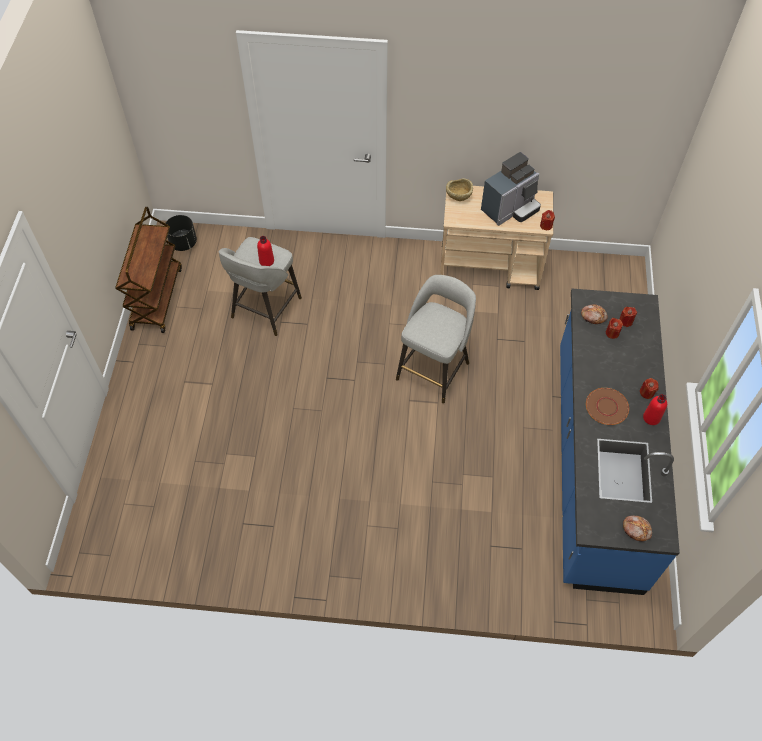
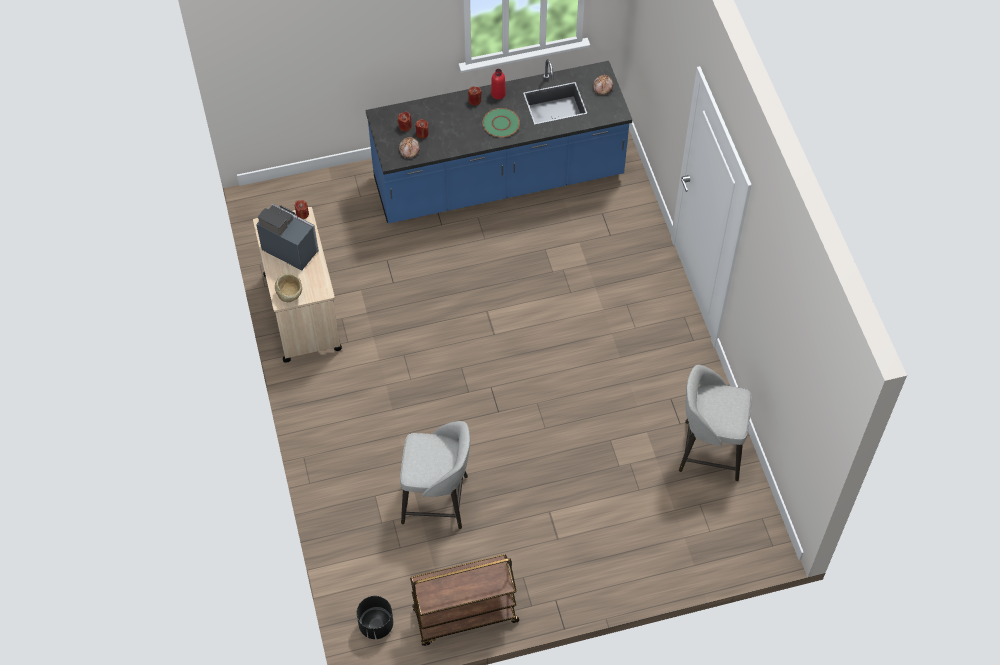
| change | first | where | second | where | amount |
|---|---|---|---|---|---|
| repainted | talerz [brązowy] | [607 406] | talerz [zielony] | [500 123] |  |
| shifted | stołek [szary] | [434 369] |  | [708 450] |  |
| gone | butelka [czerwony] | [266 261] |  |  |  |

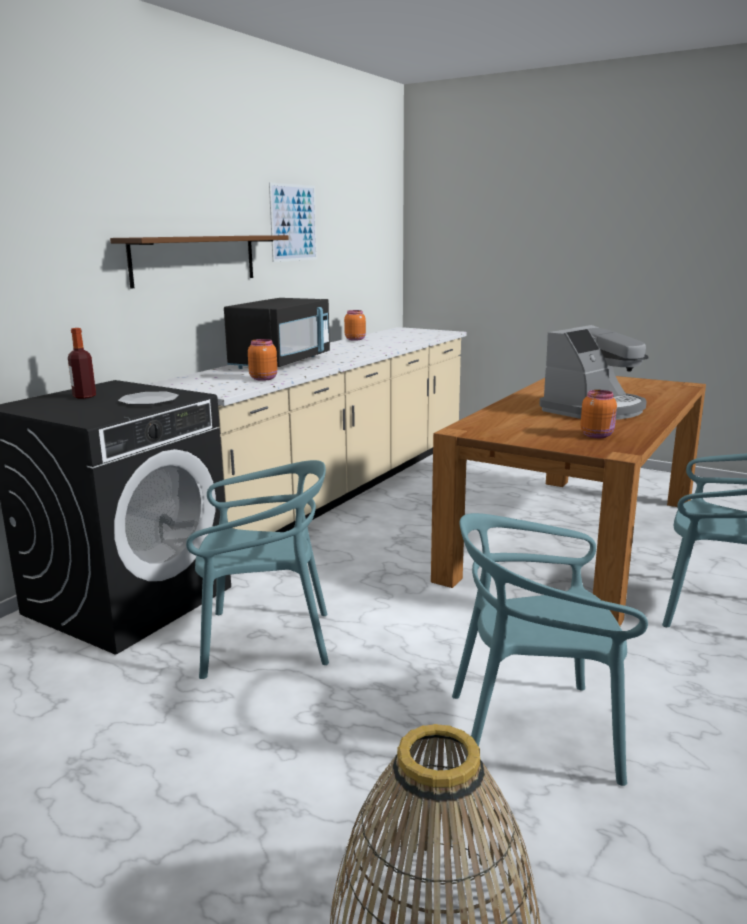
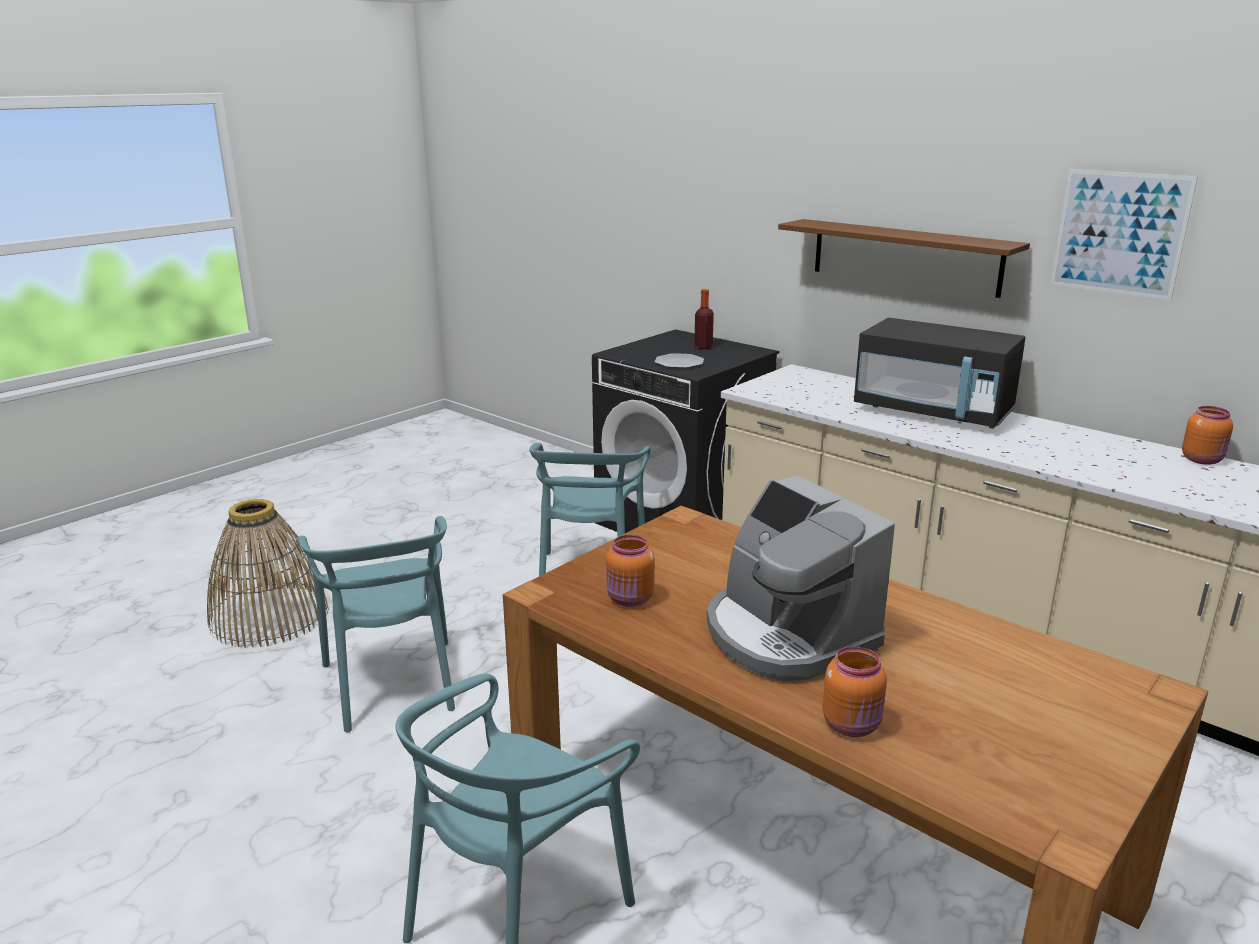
| change | first | where | second | where | amount |
|---|---|---|---|---|---|
| rotated | krzesło [turkusowy] | [533 732] |  | [392 684] | 150 degrees clockwise |
| shifted | słoik [pomarańczowy] | [263 378] |  | [853 725] |  |

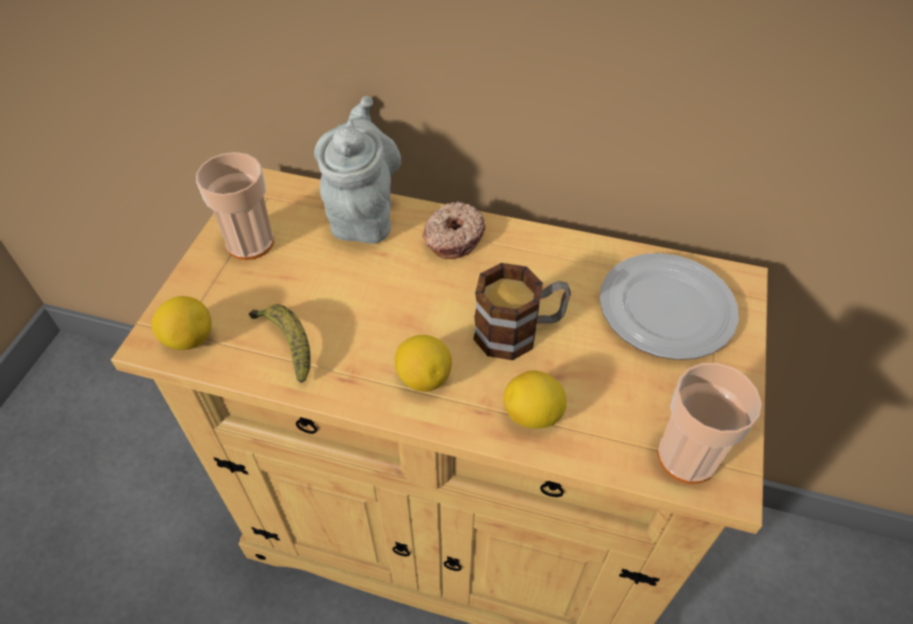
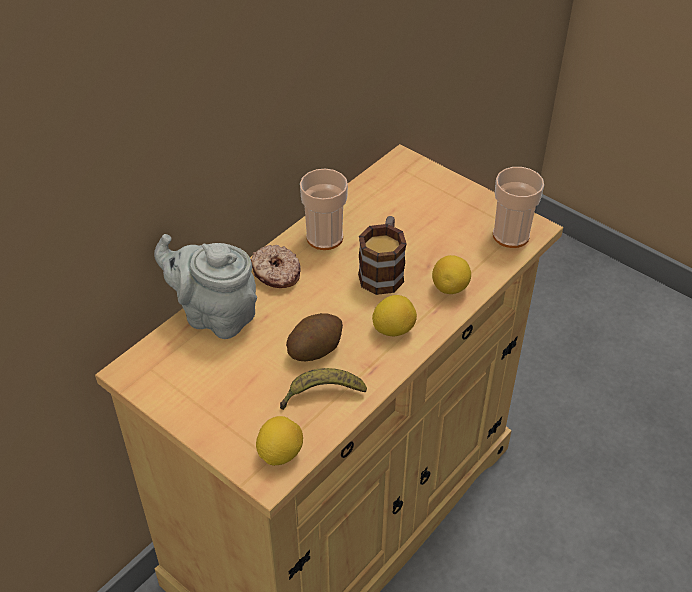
| change | first | where | second | where | amount |
|---|---|---|---|---|---|
| new |  |  | ziemniak | [315 348] |  |
| shifted | filiżanka | [250 242] |  | [324 237] |  |
| gone | talerz | [665 311] |  |  |  |

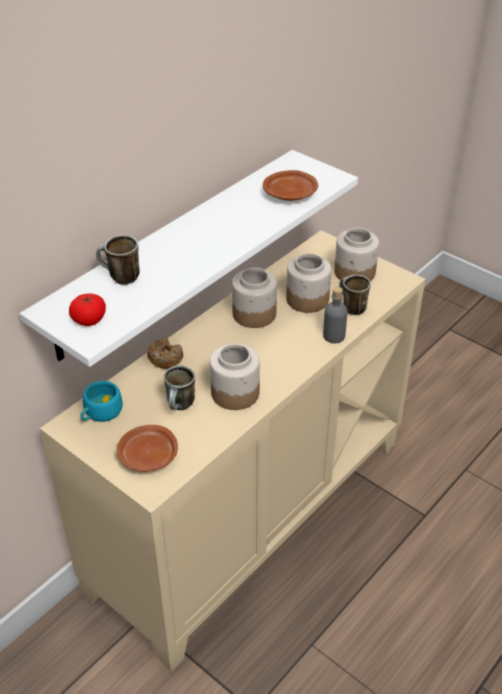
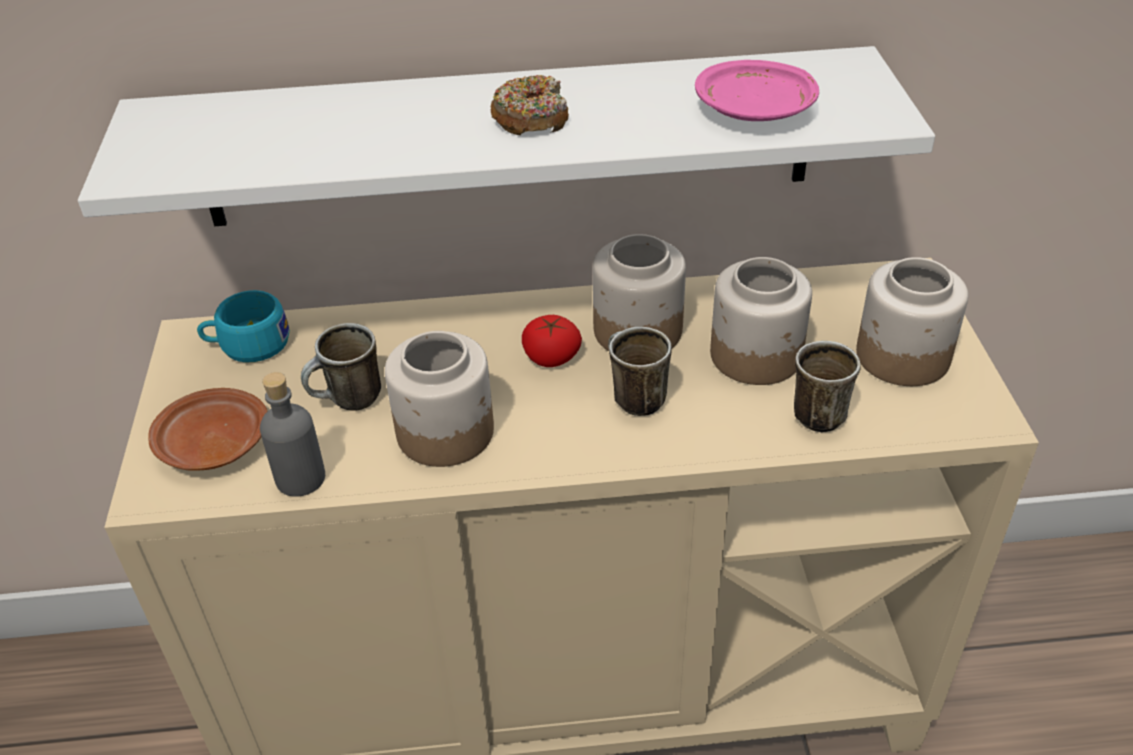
| change | first | where | second | where | amount |
|---|---|---|---|---|---|
| shifted | butelka [szary] | [334 336] |  | [300 478] |  |
| shifted | donut | [165 358] |  | [531 118] |  |
| shifted | pomidor | [89 319] |  | [551 356] |  |
| shifted | kubek | [119 278] |  | [632 397] |  |
| repainted | talerz [brązowy] | [290 194] | talerz [różowy] | [756 110] |  |

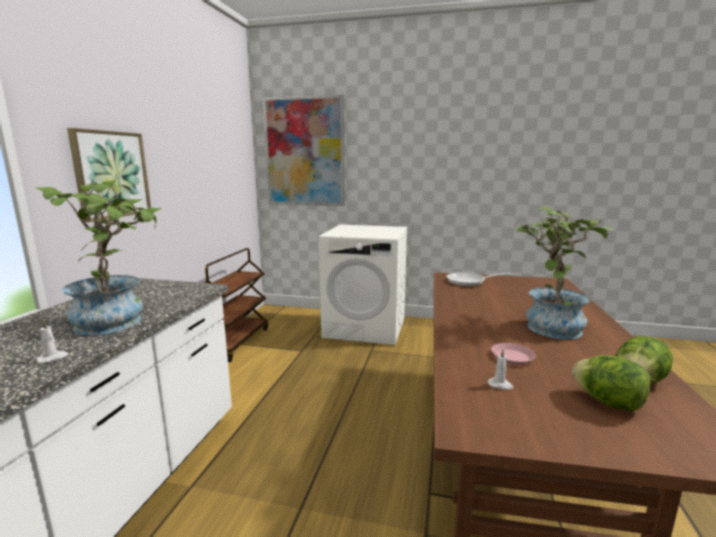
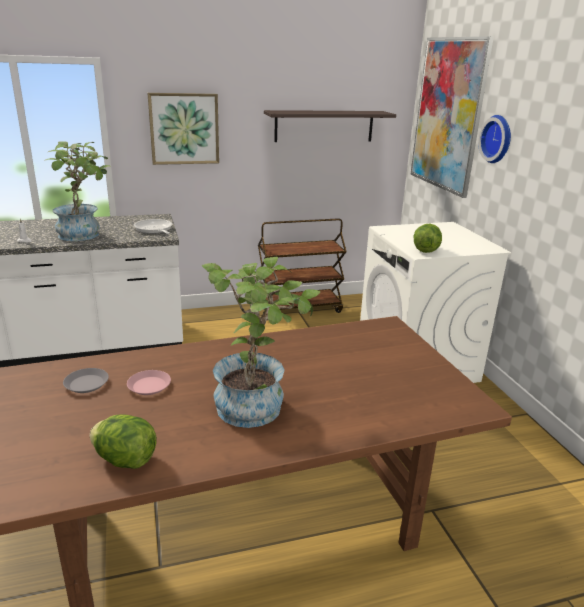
| change | first | where | second | where | amount |
|---|---|---|---|---|---|
| swapped | świeca [biały] | [500 385] | talerz [szary] | [86 384] |  |
| shifted | patelnia | [469 282] |  | [154 230] |  |
| new |  |  | półka | [324 126] |  |
| shifted | sałata | [608 402] |  | [425 250] |  |
| new |  |  | zegar ścienny | [498 139] |  |

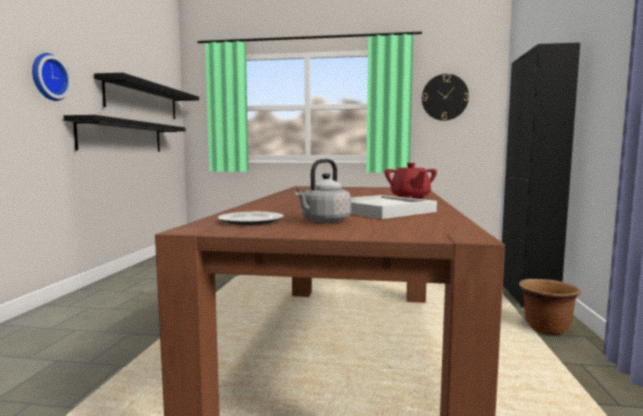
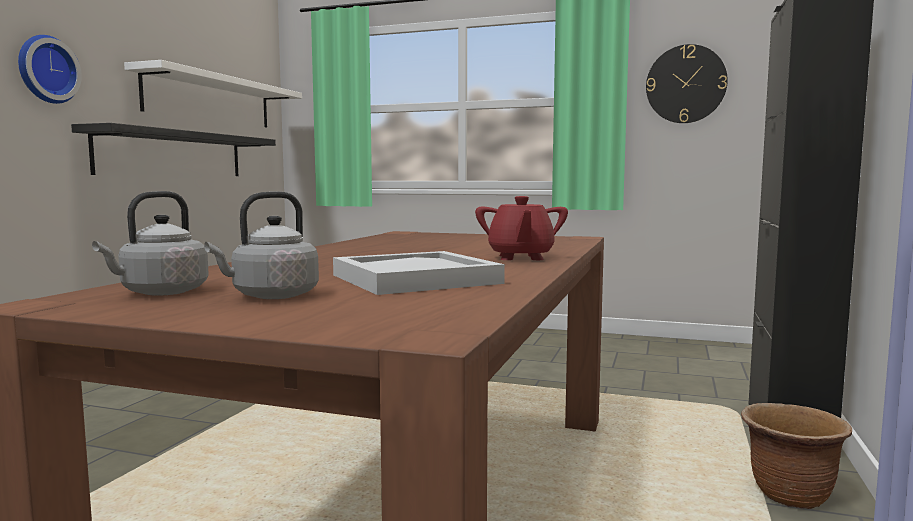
| change | first | where | second | where | amount |
|---|---|---|---|---|---|
| swapped | talerz | [251 221] | czajnik [szary] | [160 293] |  |
| repainted | półka [czarny] | [143 100] | półka [biały] | [210 100] |  |

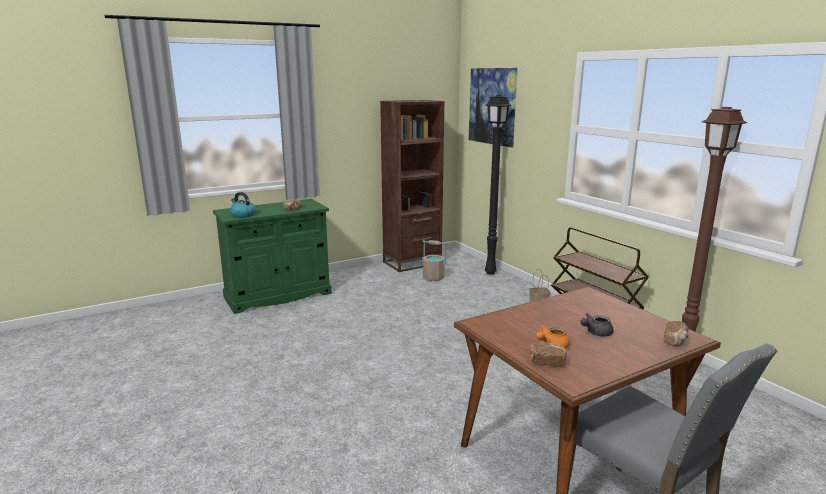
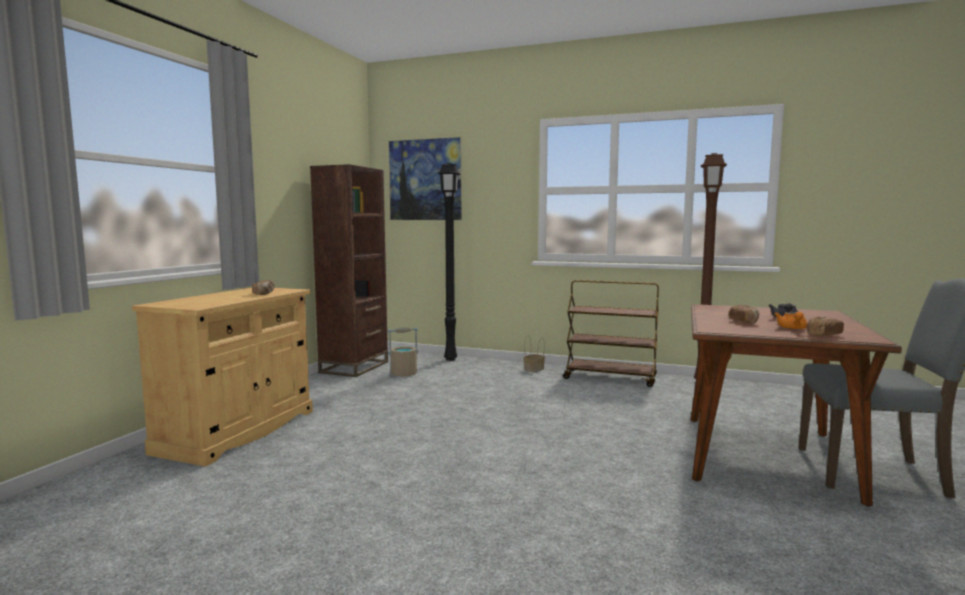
| change | first | where | second | where | amount |
|---|---|---|---|---|---|
| repainted | szafka [zielony] | [278 295] | szafka [beżowy] | [238 431] |  |
| shifted | chleb | [675 341] |  | [744 321] |  |
| gone | czajnik | [242 215] |  |  |  |

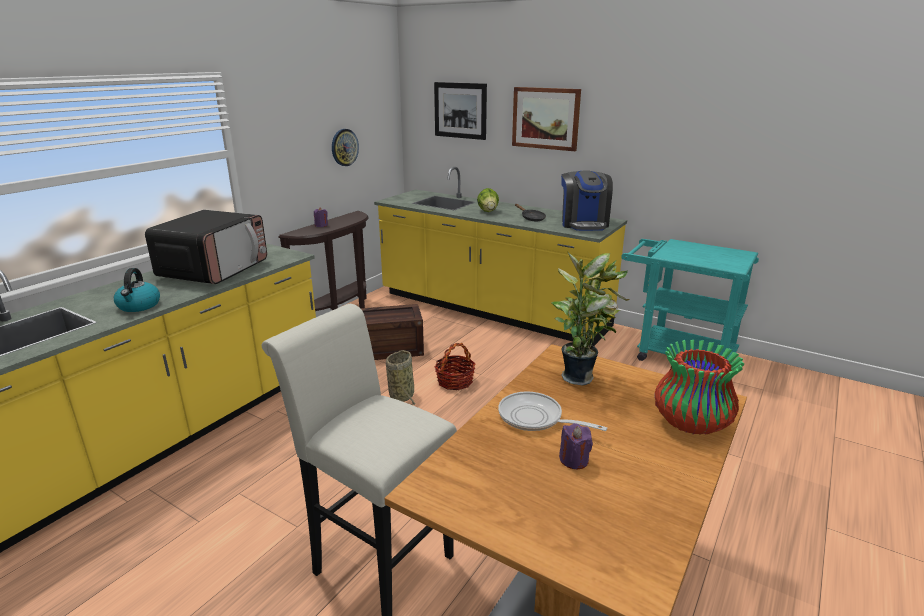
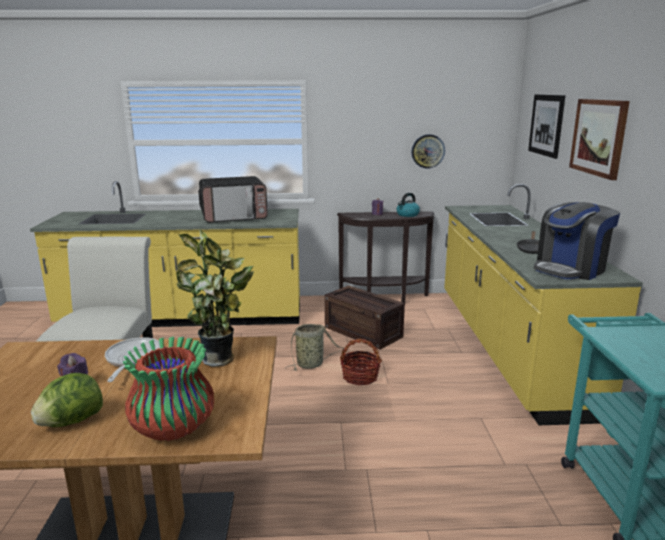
| change | first | where | second | where | amount |
|---|---|---|---|---|---|
| shifted | sałata | [488 211] |  | [72 422] |  |
| shifted | czajnik | [139 306] |  | [407 215] |  |

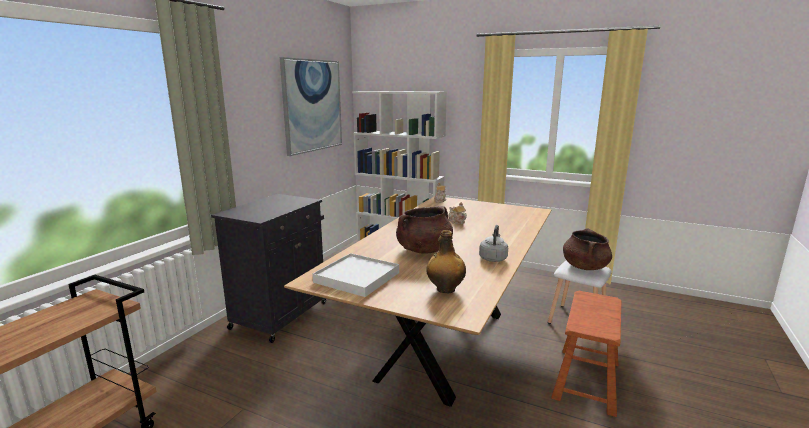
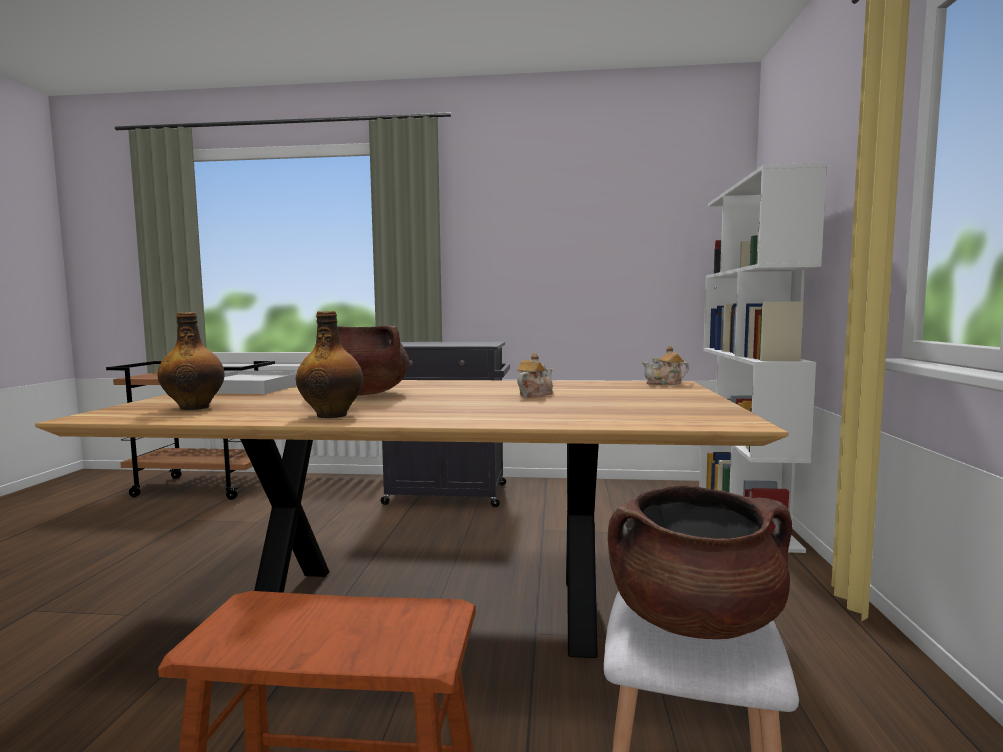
| change | first | where | second | where | amount |
|---|---|---|---|---|---|
| swapped | czajnik [szary] | [493 258] | butelka | [332 415] |  |
| gone | obraz | [312 105] |  |  |  |

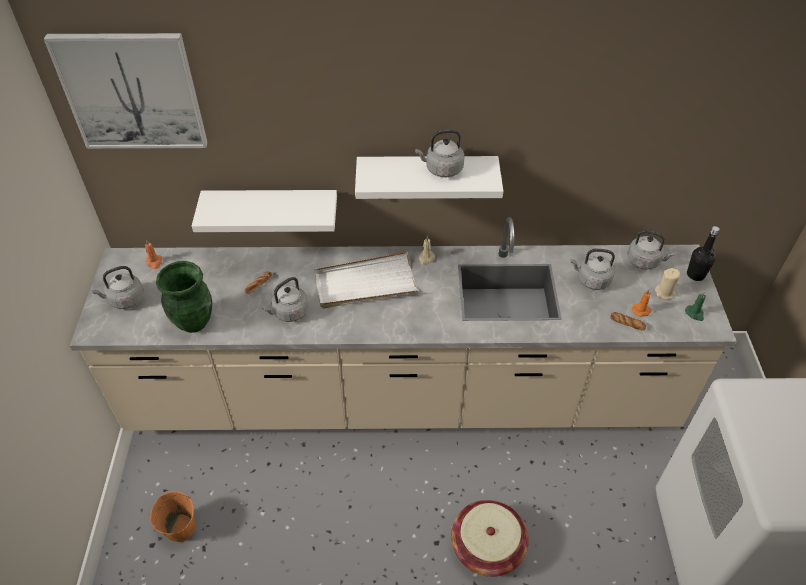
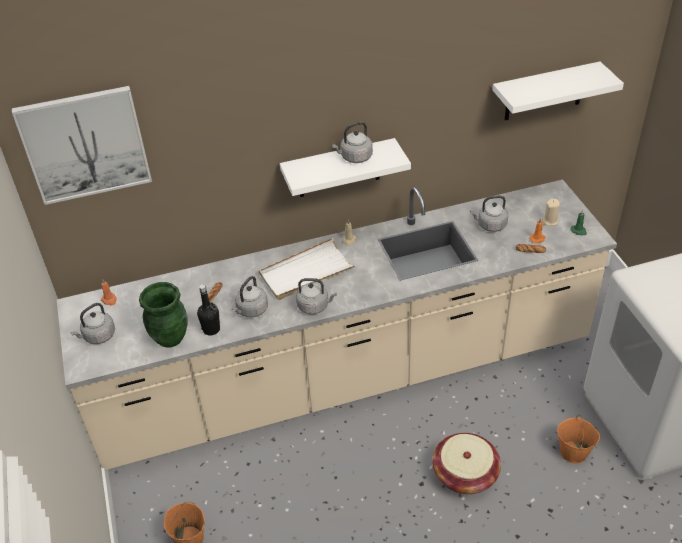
| change | first | where | second | where | amount |
|---|---|---|---|---|---|
| shifted | butelka [czarny] | [695 275] |  | [211 329] |  |
| shifted | czajnik [szary] | [645 261] |  | [315 306] |  |
| shifted | półka [biały] | [272 209] |  | [544 92] |  |
| new |  |  | wiadro [pomarańczowy] | [574 452] |  |

